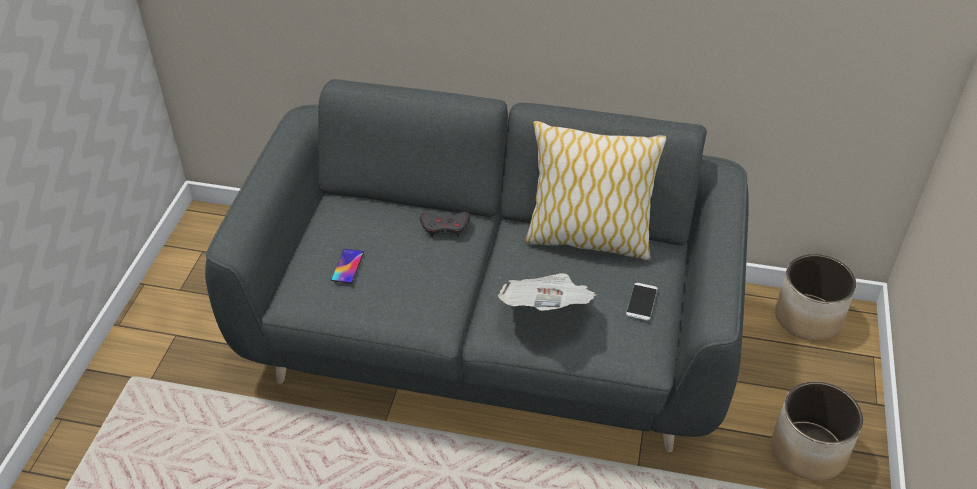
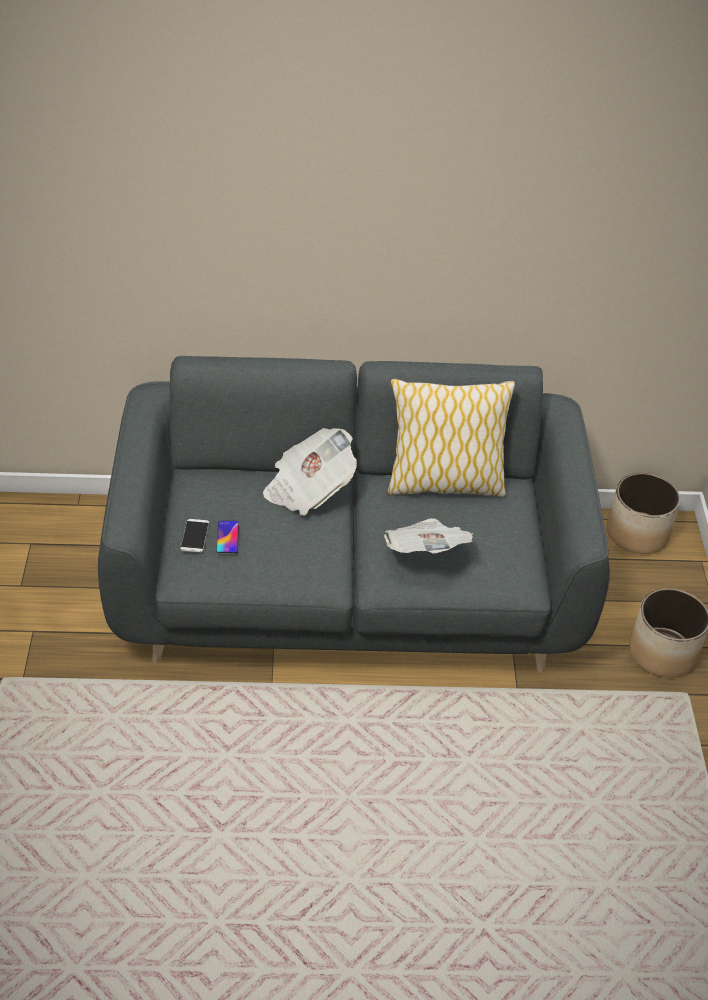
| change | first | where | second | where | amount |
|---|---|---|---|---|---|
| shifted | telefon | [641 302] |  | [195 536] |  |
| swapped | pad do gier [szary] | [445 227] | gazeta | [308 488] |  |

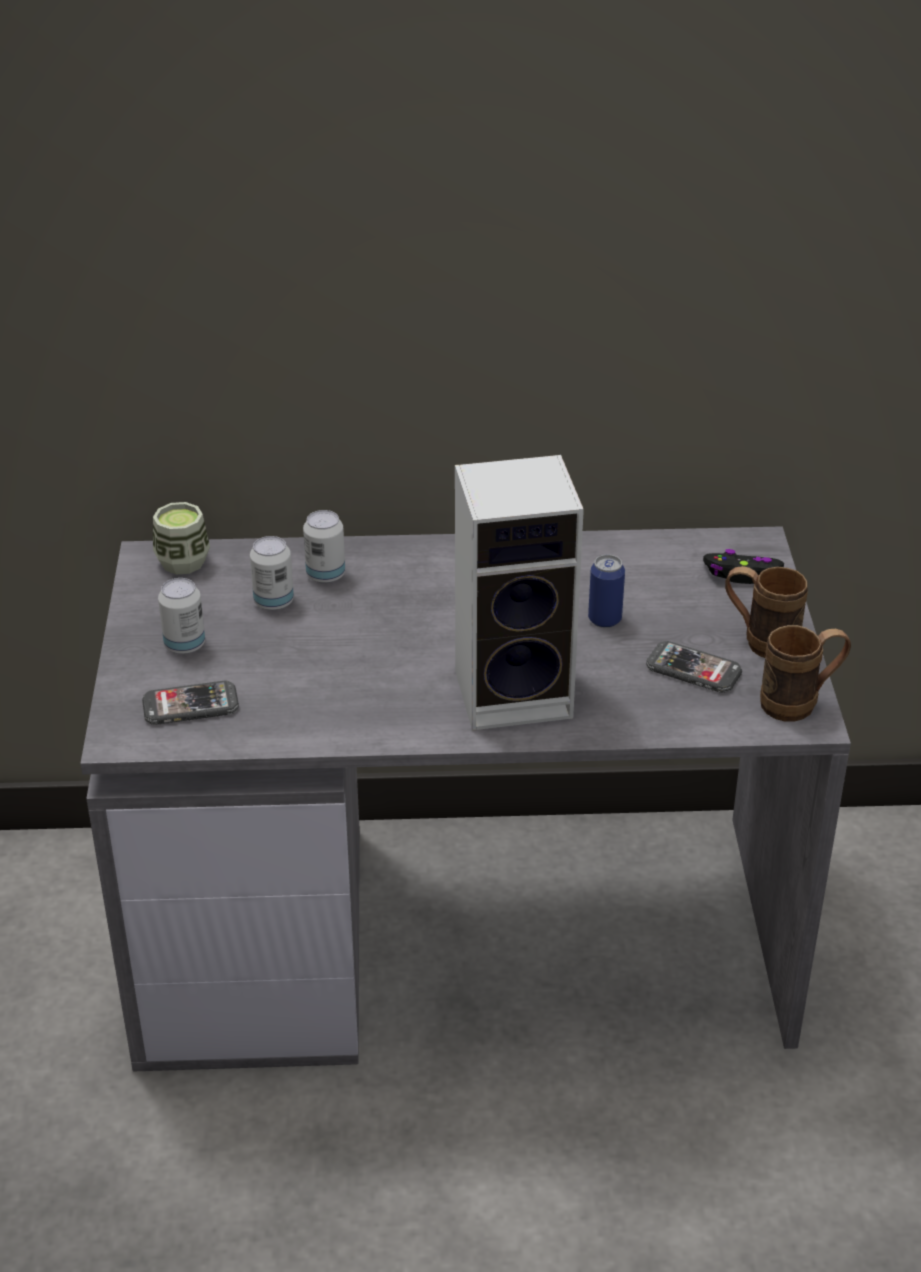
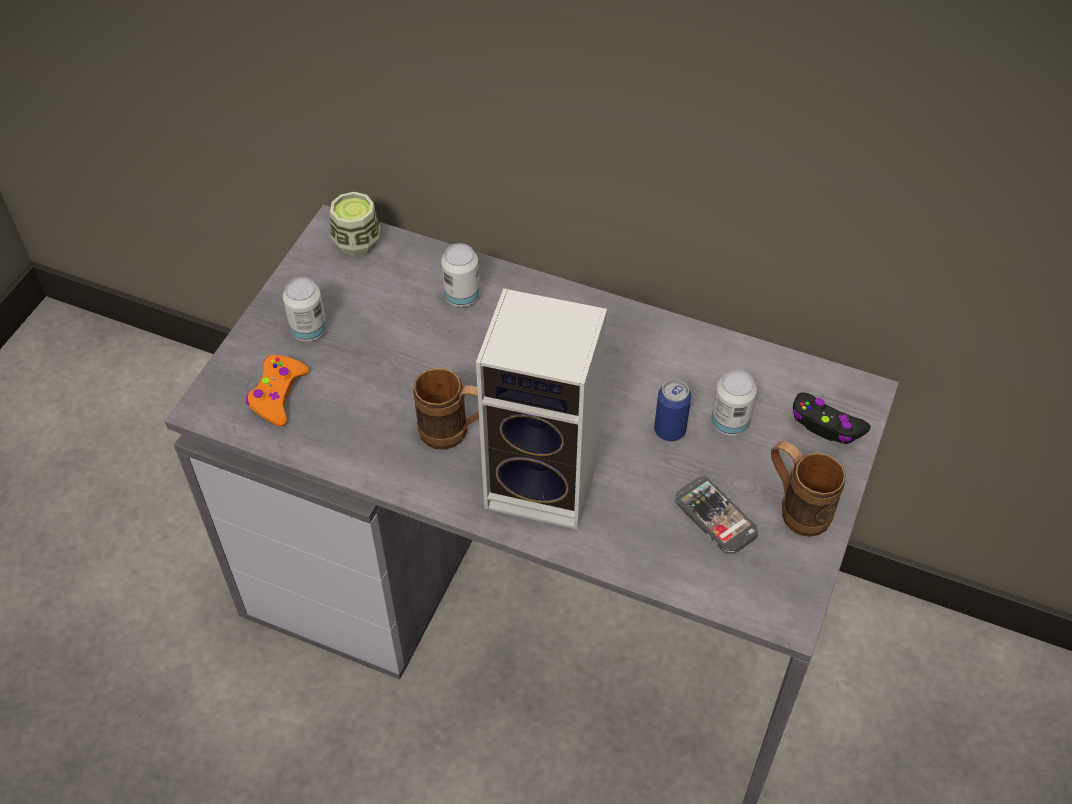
| change | first | where | second | where | amount |
|---|---|---|---|---|---|
| swapped | telefon | [190 706] | pad do gier [pomarańczowy] | [277 395] |  |
| shifted | kubek [brązowy] | [800 704] |  | [454 434] |  |
| shifted | puszka | [274 602] |  | [729 423] |  |

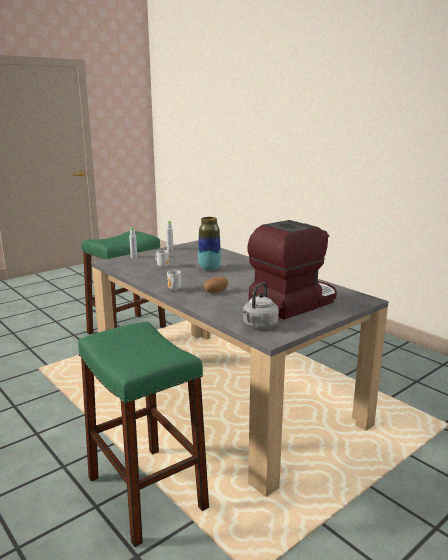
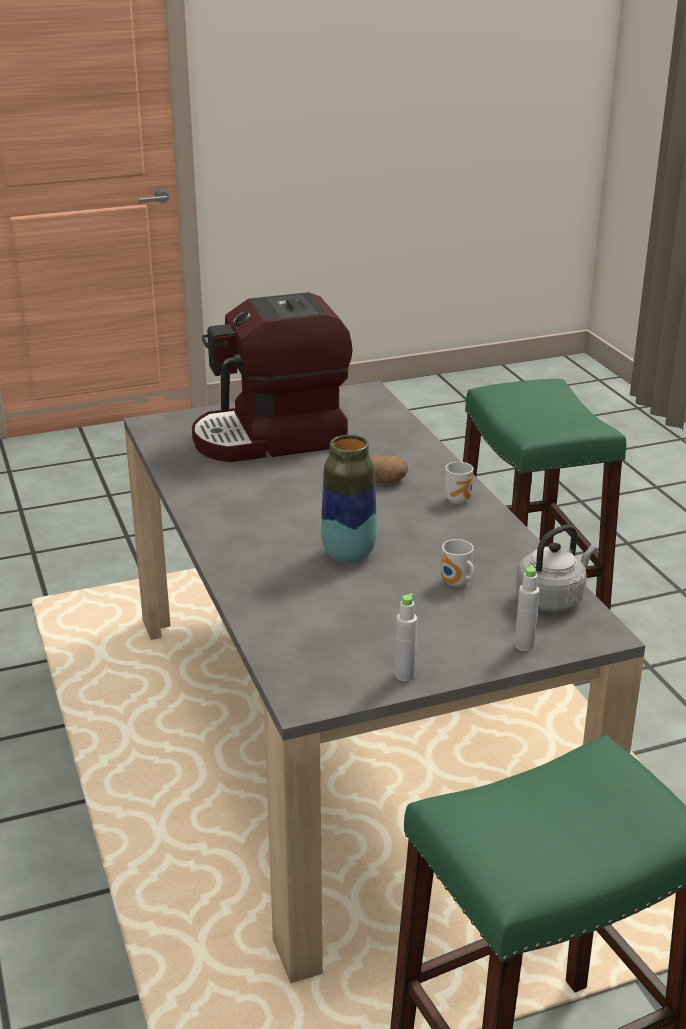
| change | first | where | second | where | amount |
|---|---|---|---|---|---|
| shifted | czajnik [szary] | [259 325] |  | [552 598] |  |

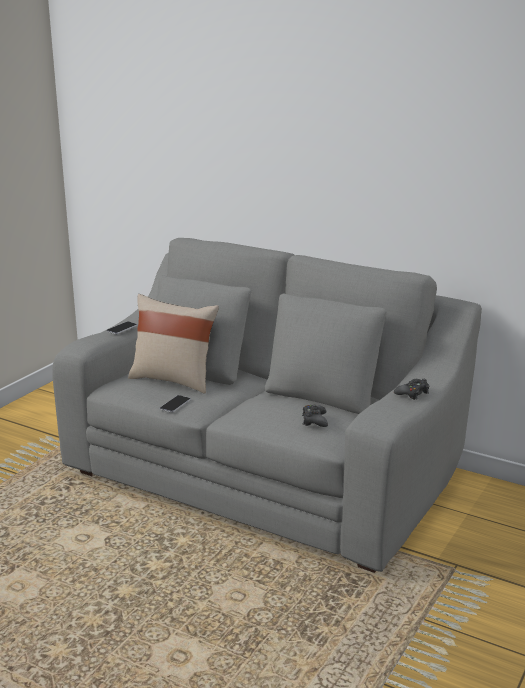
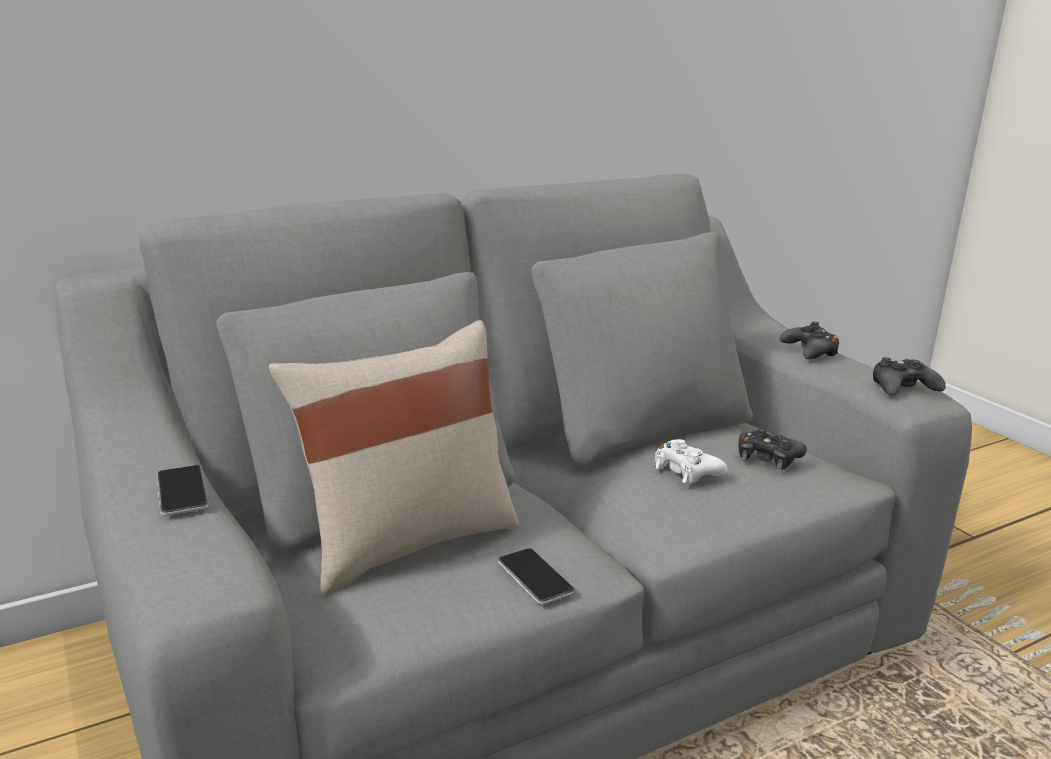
| change | first | where | second | where | amount |
|---|---|---|---|---|---|
| new |  |  | pad do gier [biały] | [686 470] |  |
| new |  |  | pad do gier [czarny] | [903 387] |  |

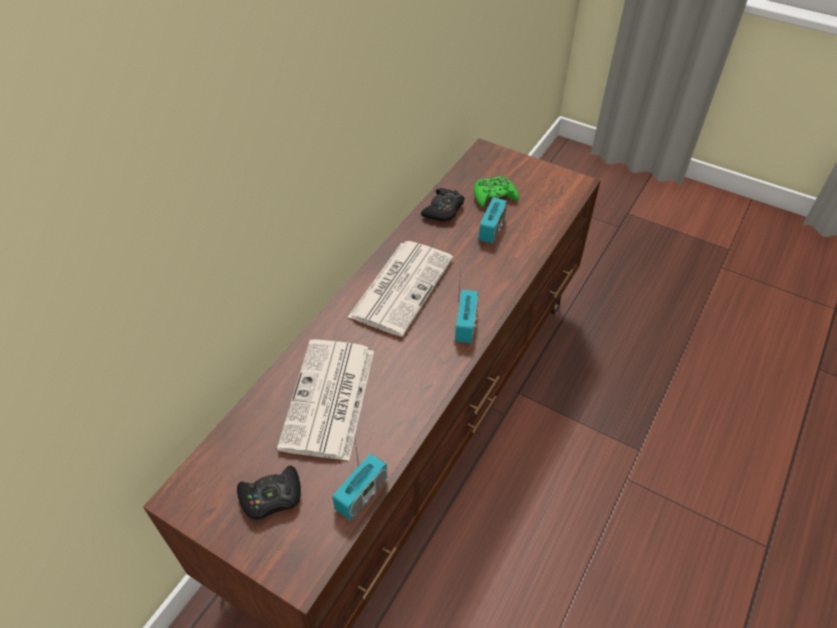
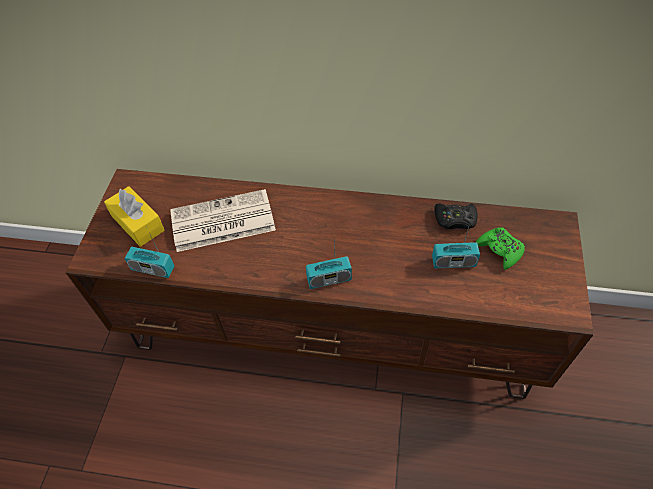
| change | first | where | second | where | amount |
|---|---|---|---|---|---|
| swapped | pad do gier [czarny] | [271 497] | pudełko chusteczek [żółty] | [138 223] |  |
| gone | gazeta | [401 286] |  |  |  |

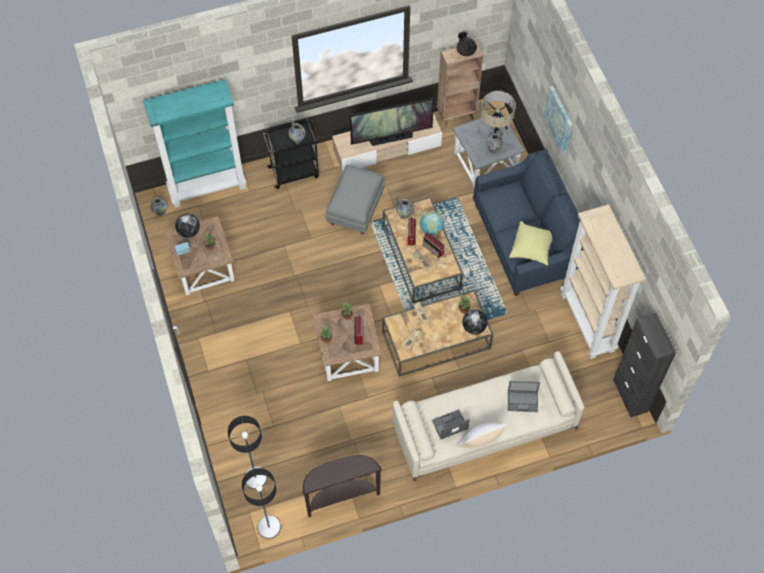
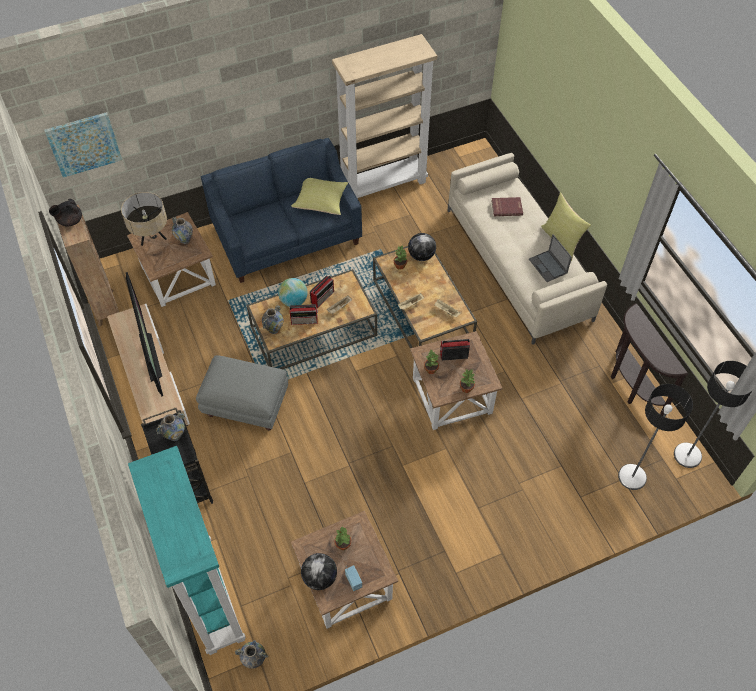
| change | first | where | second | where | amount |
|---|---|---|---|---|---|
| shifted | obraz | [559 120] |  | [84 144] |  |
| repainted | stolik [szary] | [484 162] | stolik [brązowy] | [177 277] |  |
| swapped | laptop | [523 401] | książka [czerwony] | [506 207] |  |
| repainted | poduszka [biały] | [479 442] | poduszka [żółty] | [561 241] |  |
| gone | szafka [czarny] | [630 396] |  |  |  |

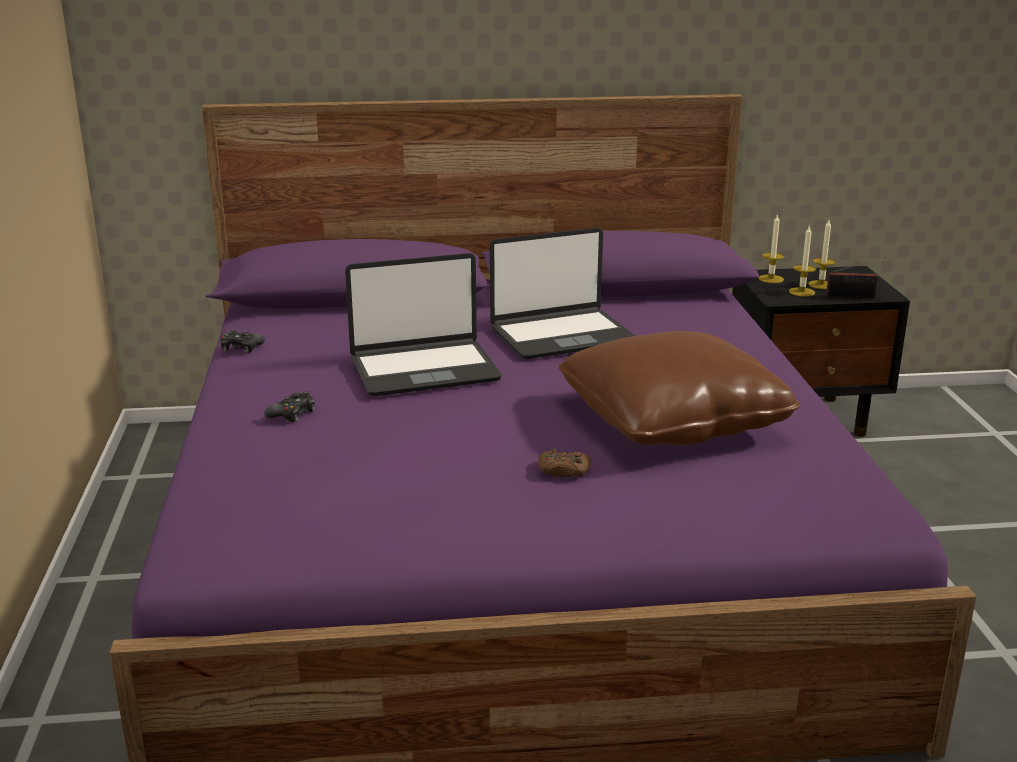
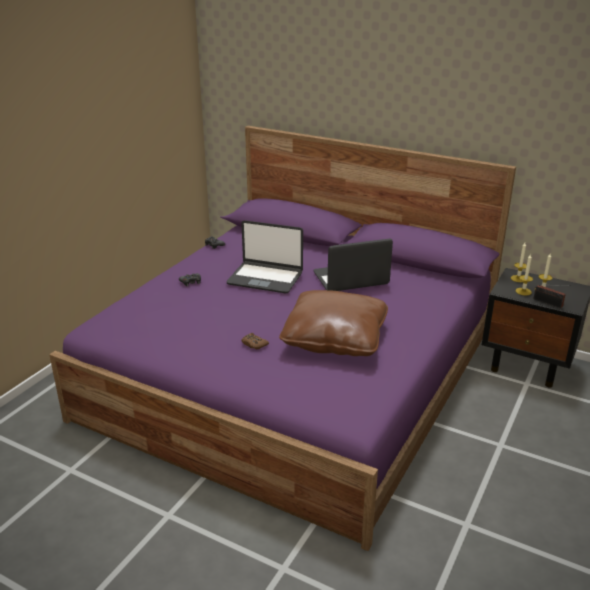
| change | first | where | second | where | amount |
|---|---|---|---|---|---|
| rotated | laptop | [561 335] |  | [351 279] | 150 degrees clockwise |

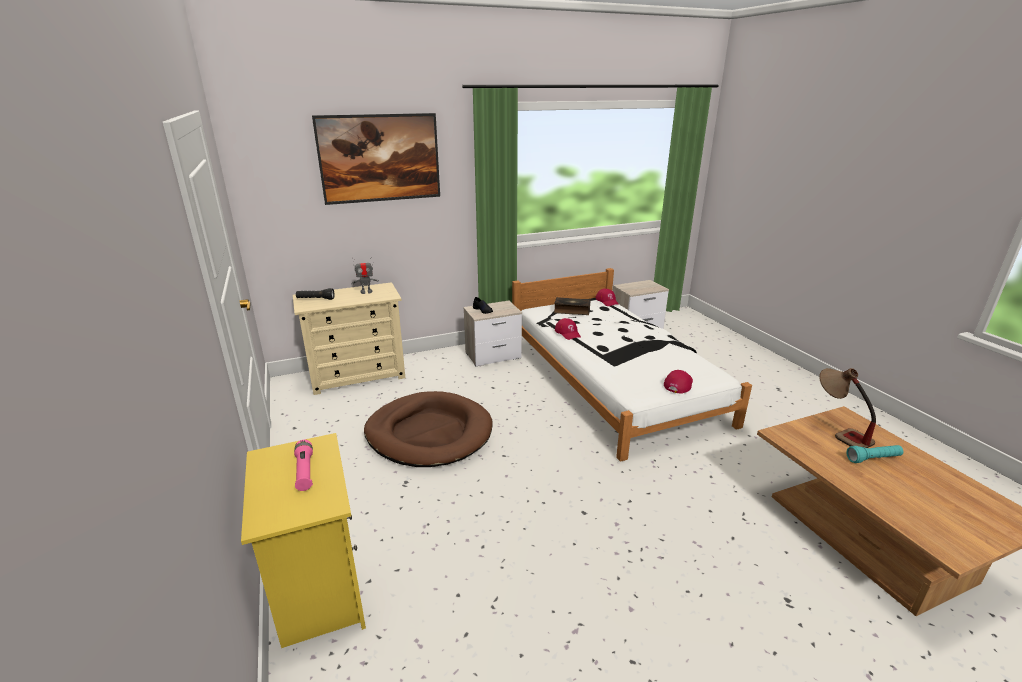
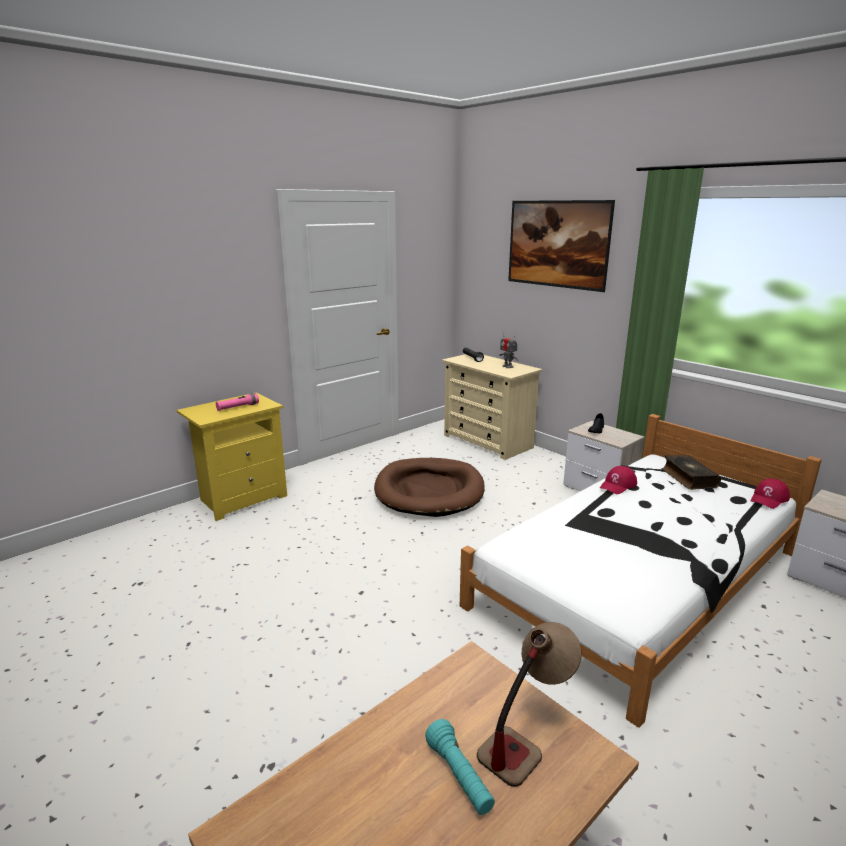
| change | first | where | second | where | amount |
|---|---|---|---|---|---|
| gone | czapka z daszkiem [czerwony] | [678 384] |  |  |  |

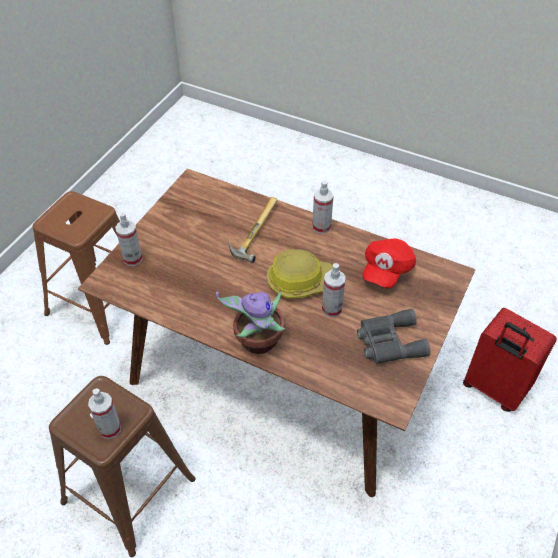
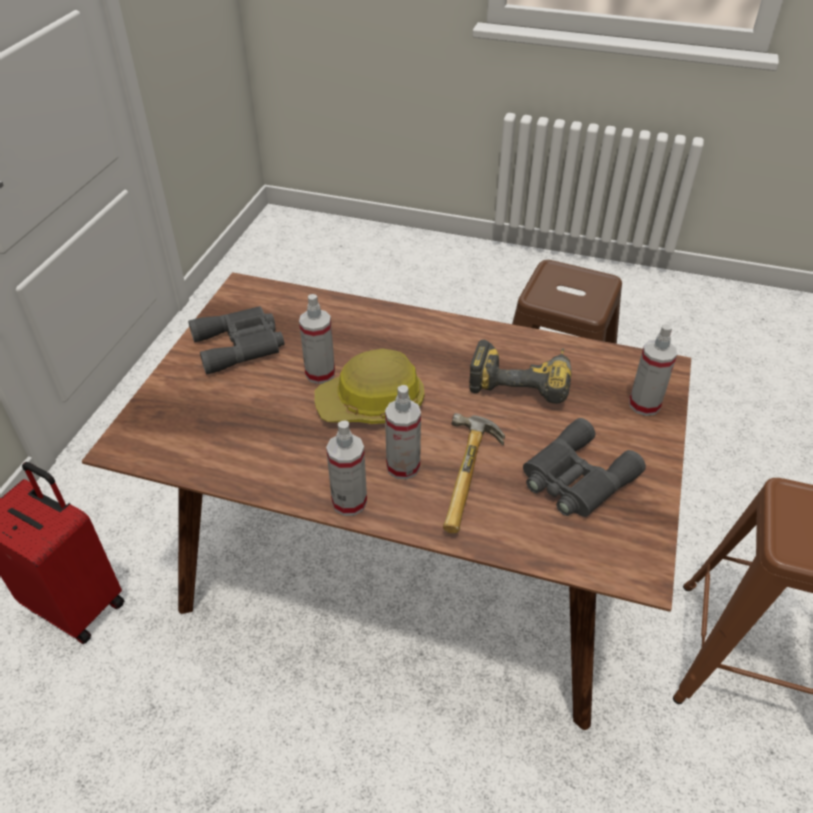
| change | first | where | second | where | amount |
|---|---|---|---|---|---|
| shifted | spryskiwacz | [110 428] |  | [403 466] |  |
| new |  |  | wiertarka | [521 379] |  |
| new |  |  | lornetka [szary] | [575 479] |  |
| gone | roślina doniczkowa | [257 342] |  |  |  |
| gone | czapka z daszkiem [czerwony] | [386 270] |  |  |  |

